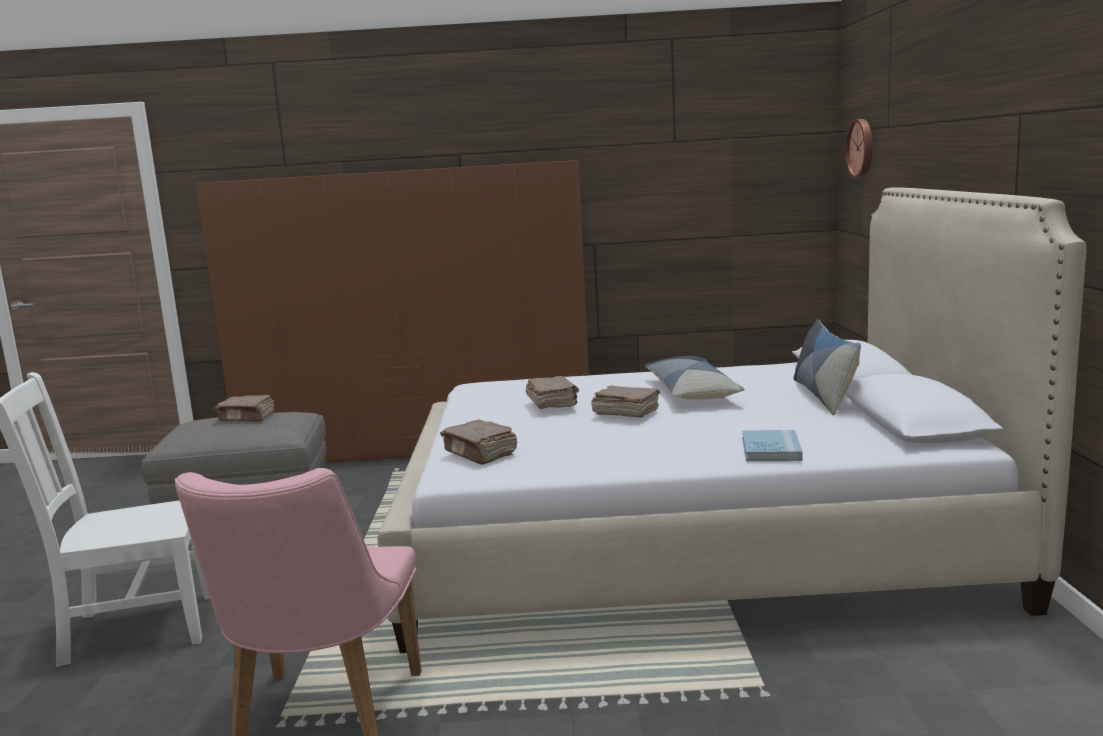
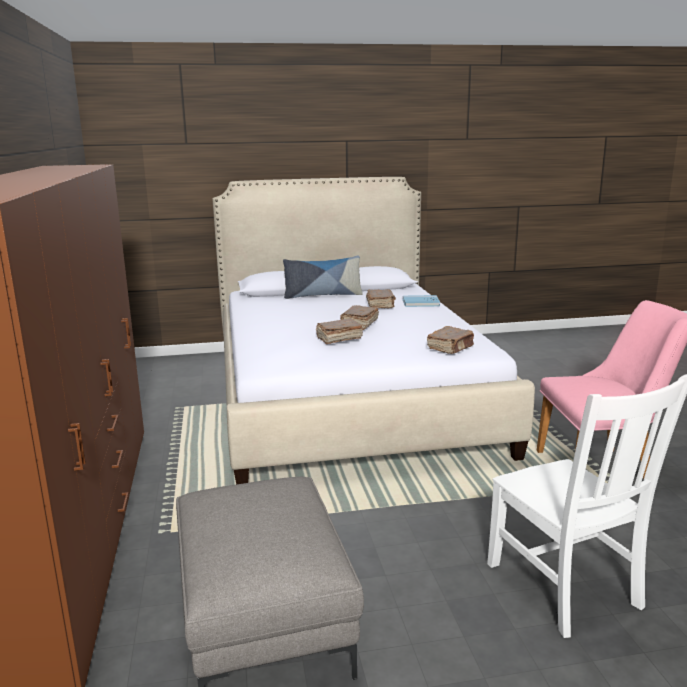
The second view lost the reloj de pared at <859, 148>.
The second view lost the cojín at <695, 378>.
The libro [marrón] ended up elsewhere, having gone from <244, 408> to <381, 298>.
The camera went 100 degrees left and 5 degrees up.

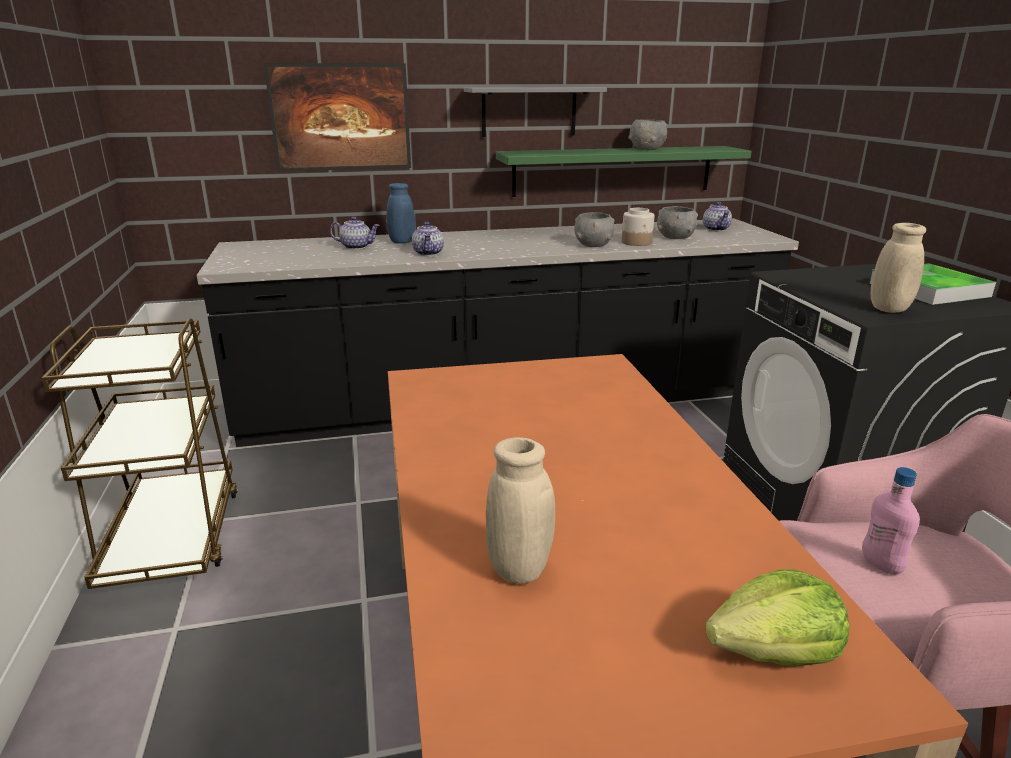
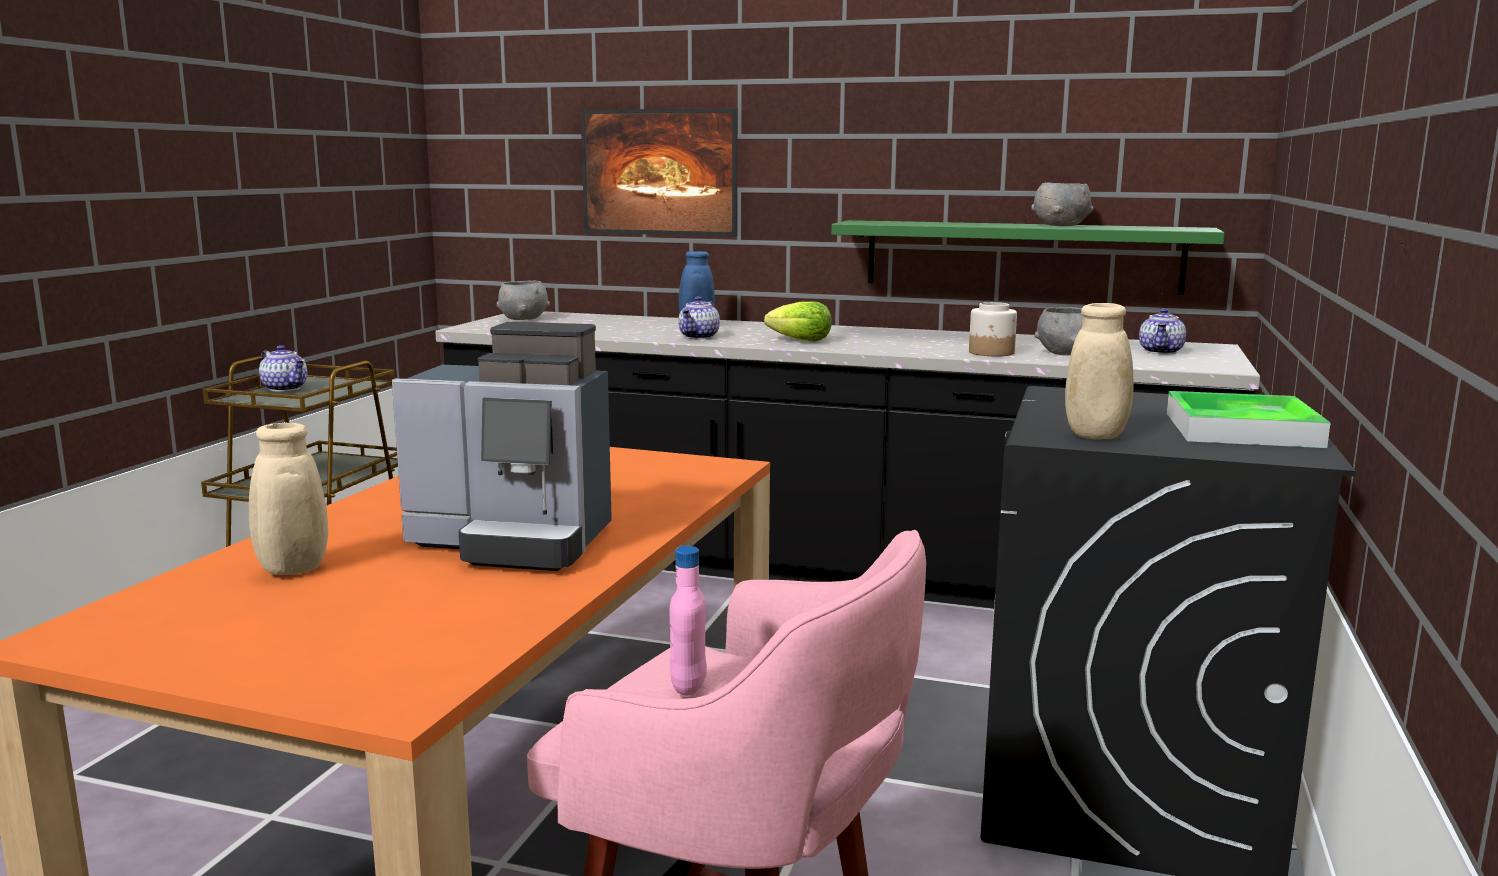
The second view lost the estante [gris] at <535, 112>.
The cuenco [gris] ended up elsewhere, having gone from <594, 229> to <523, 300>.
The tetera ended up elsewhere, having gone from <355, 233> to <283, 368>.
The lechuga ended up elsewhere, having gone from <777, 618> to <797, 321>.
The second view gained the cafetera at <502, 446>.
The camera went 30 degrees right and 10 degrees down.

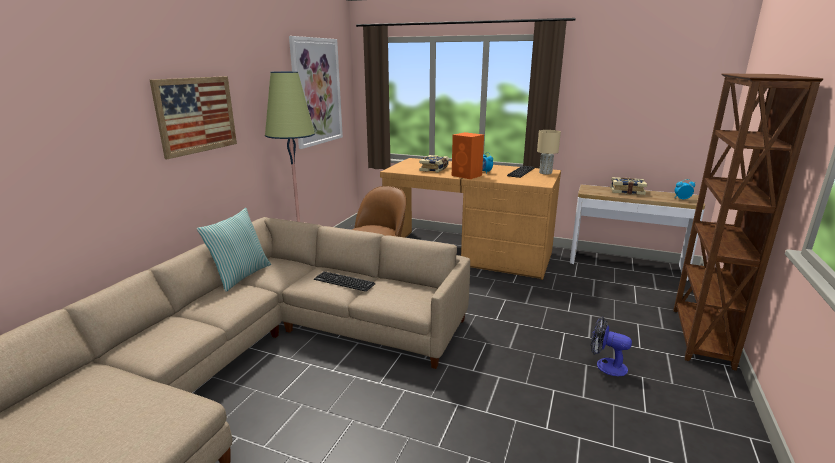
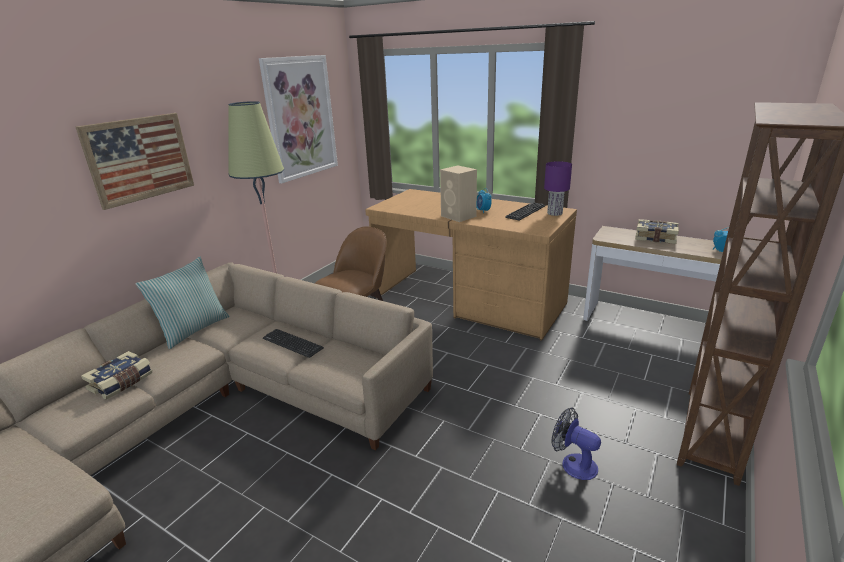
What was the lámpara de mesa [beis] at <549, 152> turned into the lámpara de mesa [morado] at <558, 188>.
What was the altavoz [naranja] at <468, 155> turned into the altavoz [beis] at <458, 193>.
The libro ended up elsewhere, having gone from <434, 163> to <116, 375>.
The camera went 10 degrees right and 5 degrees up.

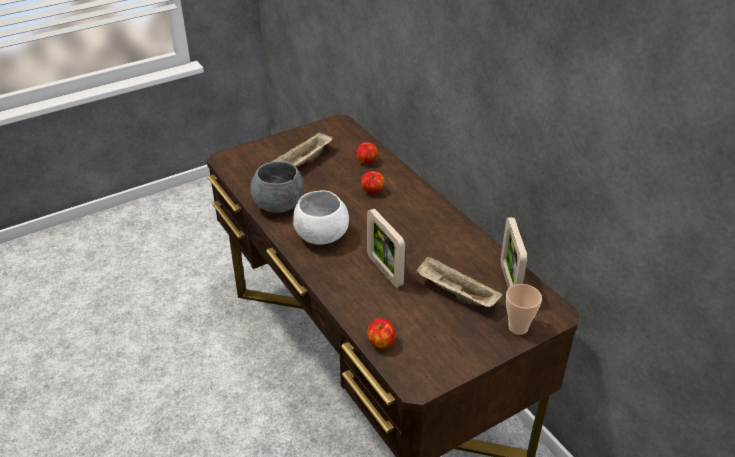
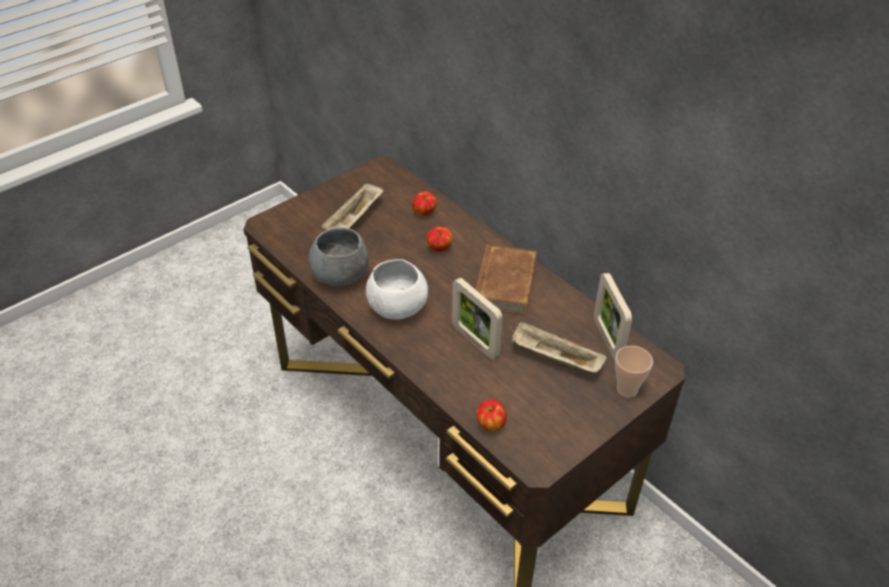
The second view gained the libro [marrón] at <506, 279>.
The camera went 10 degrees left and 5 degrees up.

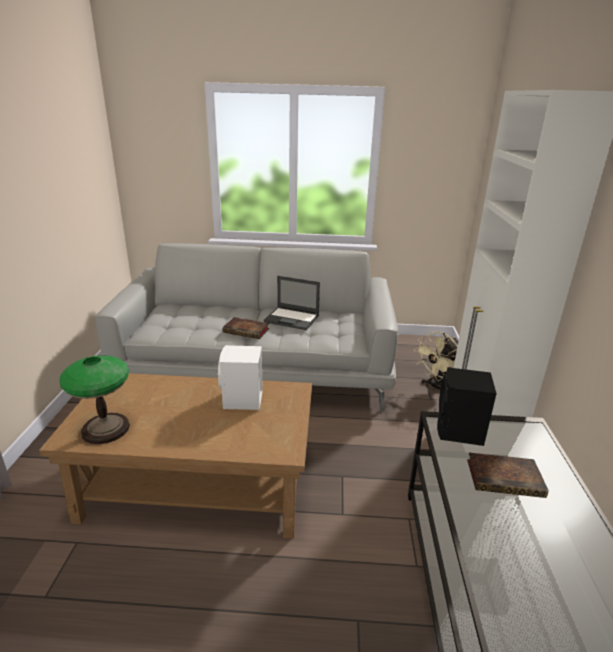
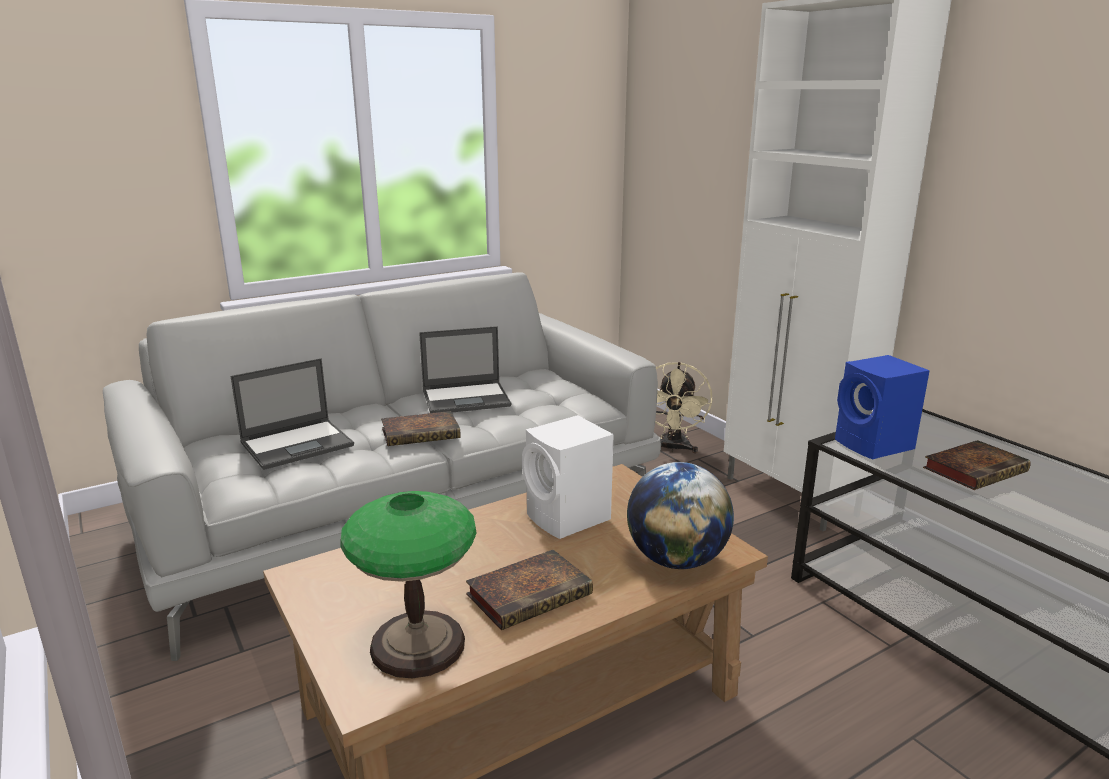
What was the altavoz [negro] at <467, 406> turned into the altavoz [azul] at <882, 407>.
The second view gained the portátil at <292, 414>.
The second view gained the globo terráqueo at <680, 515>.
The second view gained the libro at <529, 590>.
The camera went 35 degrees left and 5 degrees down.

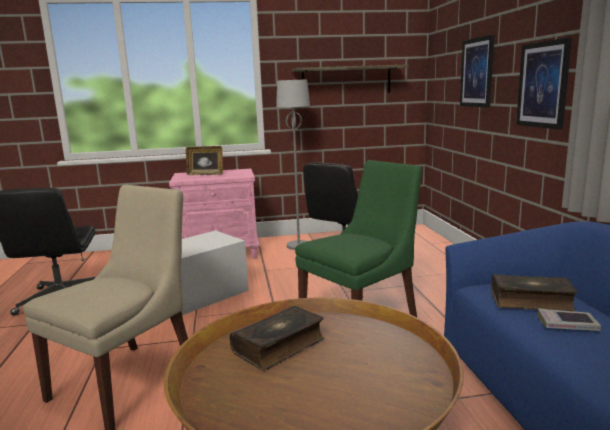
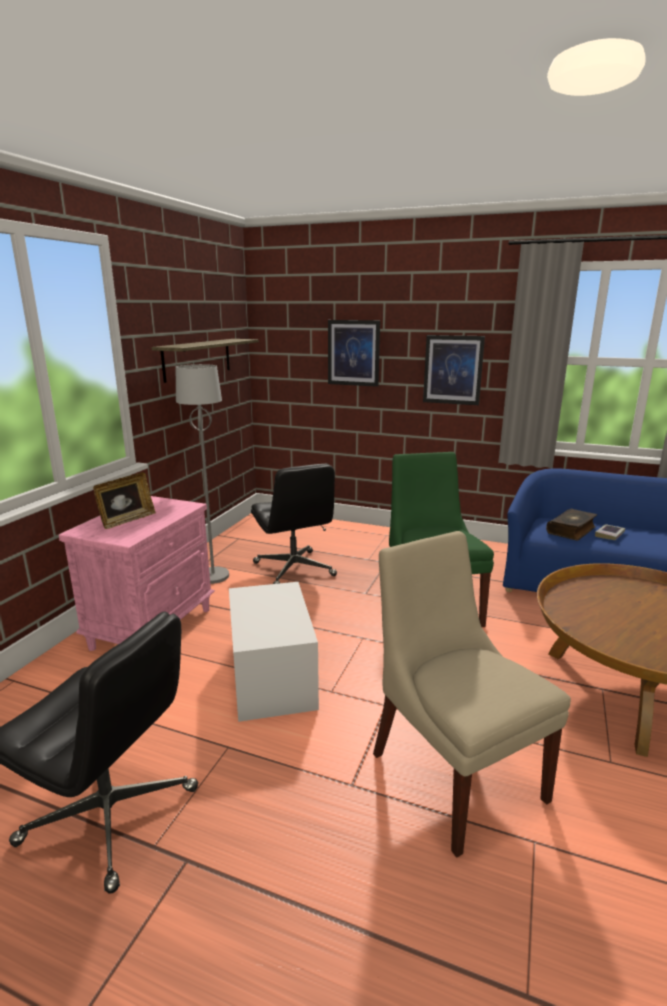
The second view lost the libro at <277, 338>.
The camera went 60 degrees left and 5 degrees up.

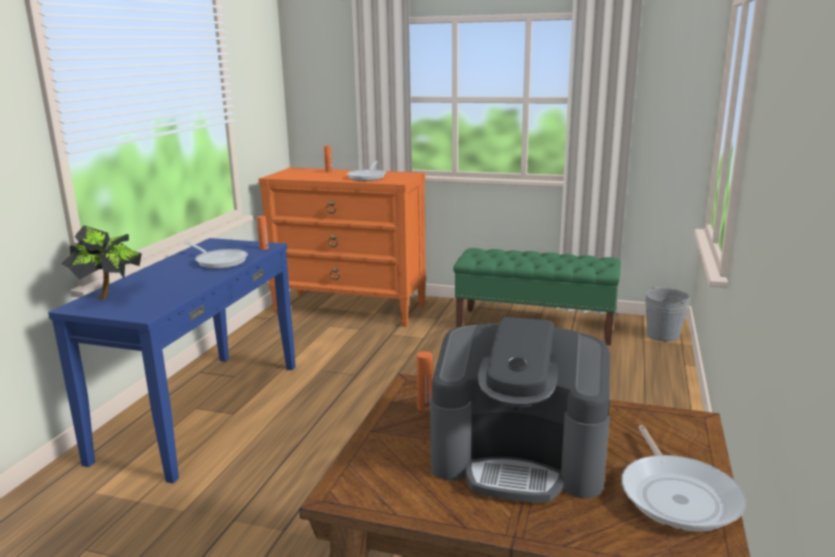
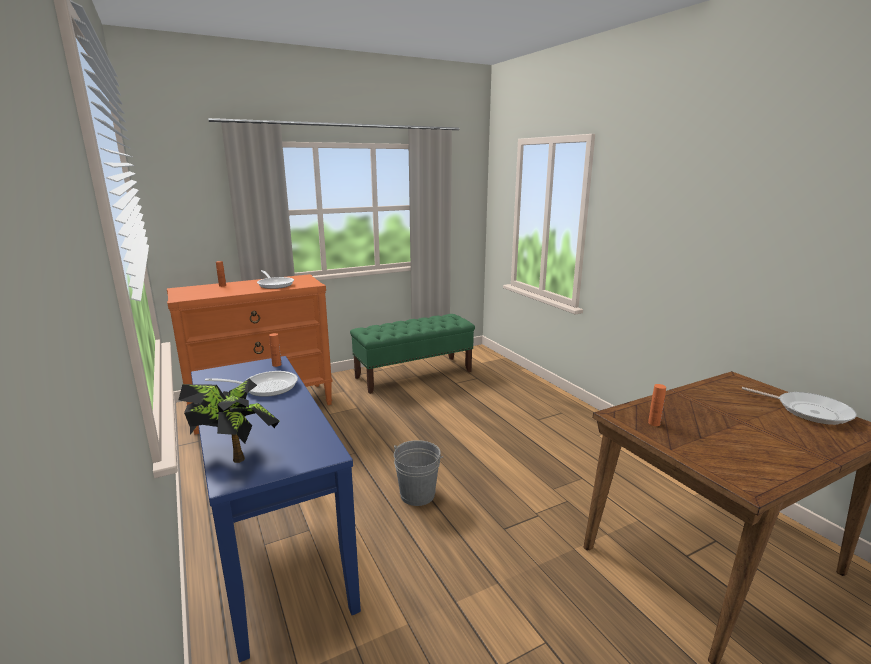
The cubo [gris] ended up elsewhere, having gone from <667, 314> to <418, 473>.
The second view lost the cafetera at <520, 410>.
The camera went 45 degrees left and 0 degrees up.

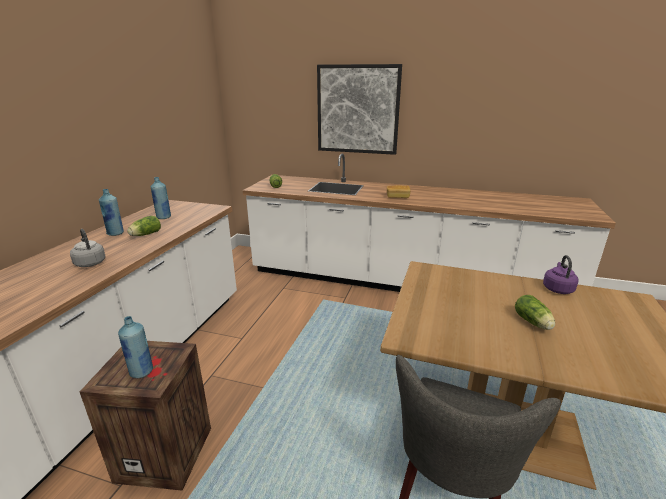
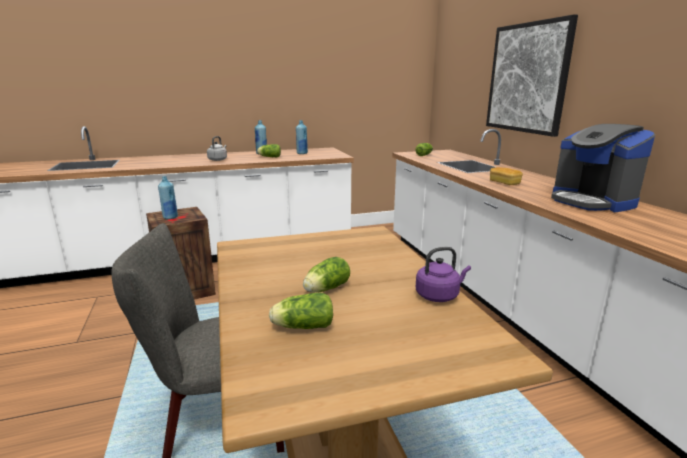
The second view gained the cafetera at <603, 168>.
The second view gained the lechuga at <301, 311>.
The camera went 55 degrees right and 5 degrees down.

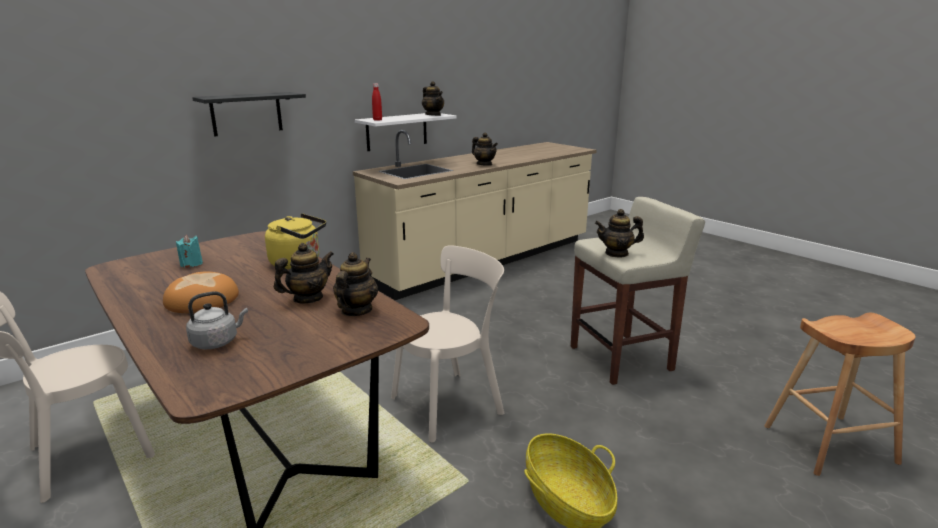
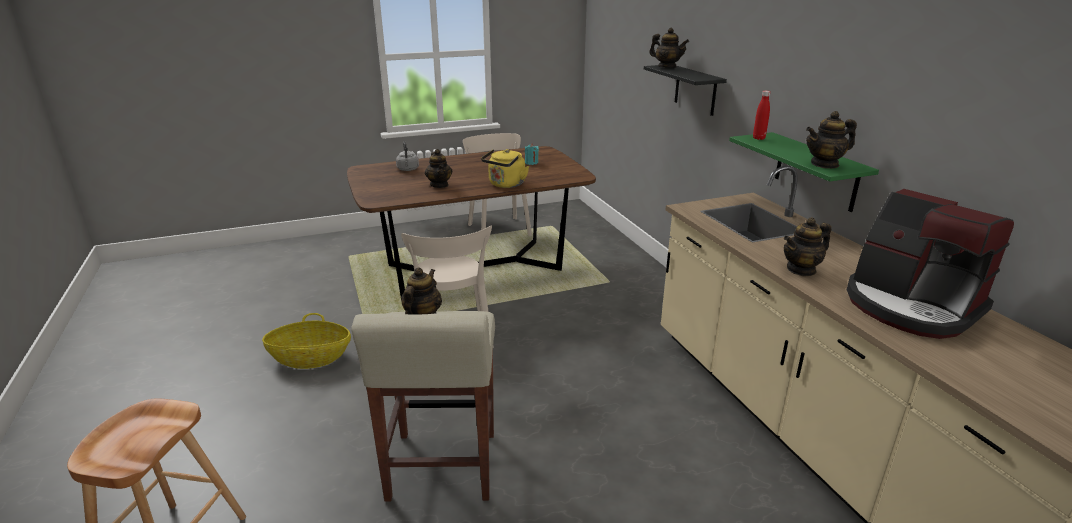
What was the estante [blanco] at <406, 132> turned into the estante [verde] at <804, 172>.
The tetera ended up elsewhere, having gone from <355, 284> to <669, 48>.
The second view lost the pan at <201, 292>.
The second view gained the cafetera at <930, 264>.
The camera went 110 degrees right and 5 degrees up.

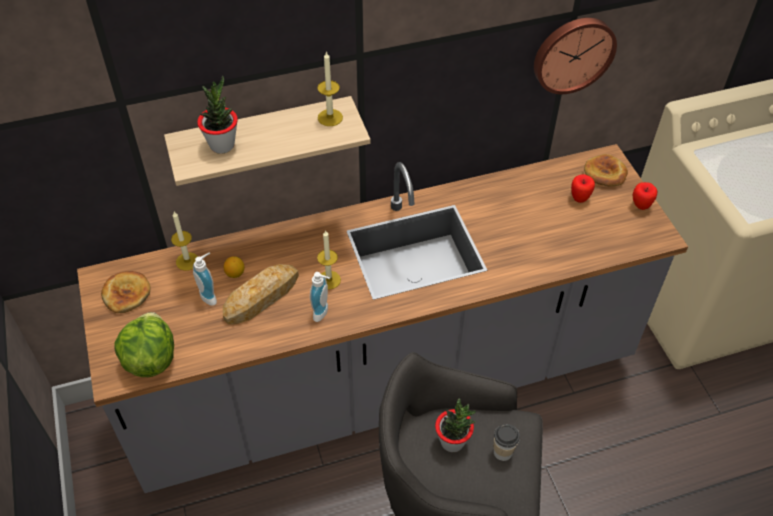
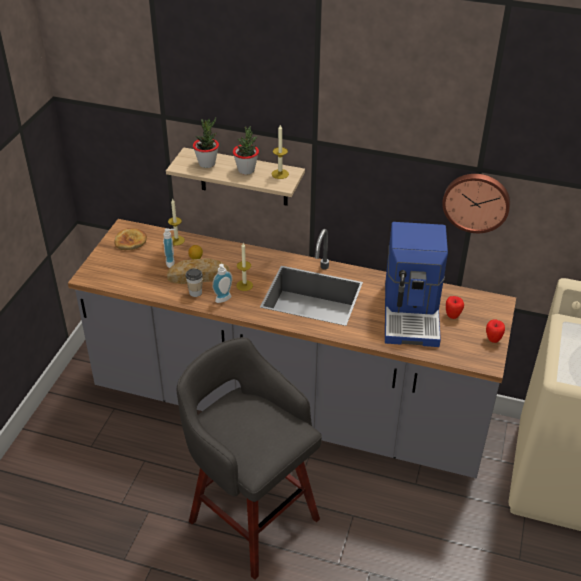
The second view lost the pan at <606, 170>.
The second view lost the lechuga at <144, 344>.
The planta en maceta ended up elsewhere, having gone from <455, 425> to <246, 150>.
The taza ended up elsewhere, having gone from <507, 442> to <194, 282>.
The second view gained the cafetera at <416, 284>.
The camera went 35 degrees right and 10 degrees down.

